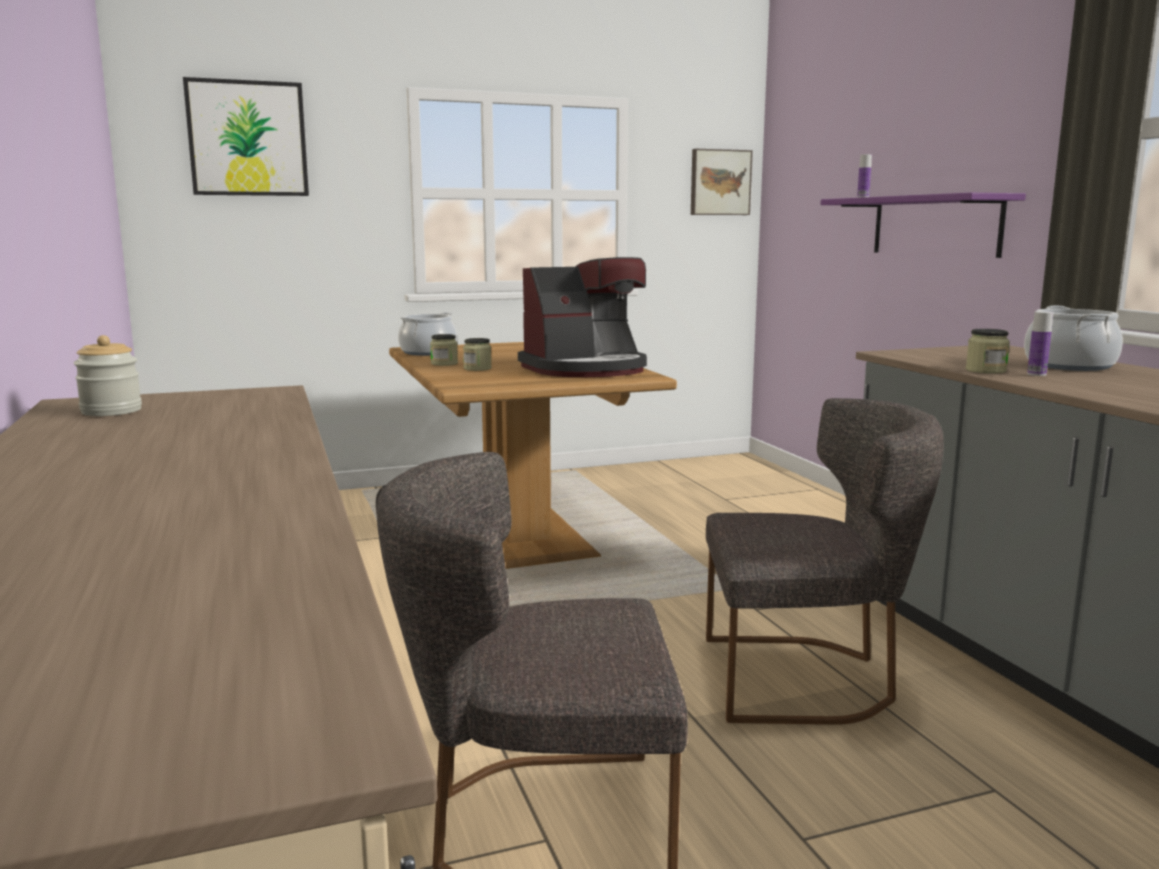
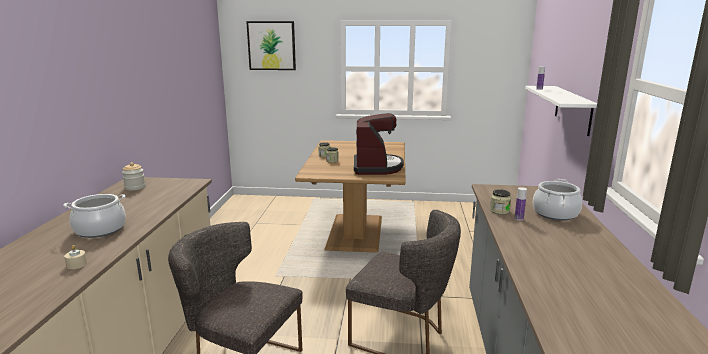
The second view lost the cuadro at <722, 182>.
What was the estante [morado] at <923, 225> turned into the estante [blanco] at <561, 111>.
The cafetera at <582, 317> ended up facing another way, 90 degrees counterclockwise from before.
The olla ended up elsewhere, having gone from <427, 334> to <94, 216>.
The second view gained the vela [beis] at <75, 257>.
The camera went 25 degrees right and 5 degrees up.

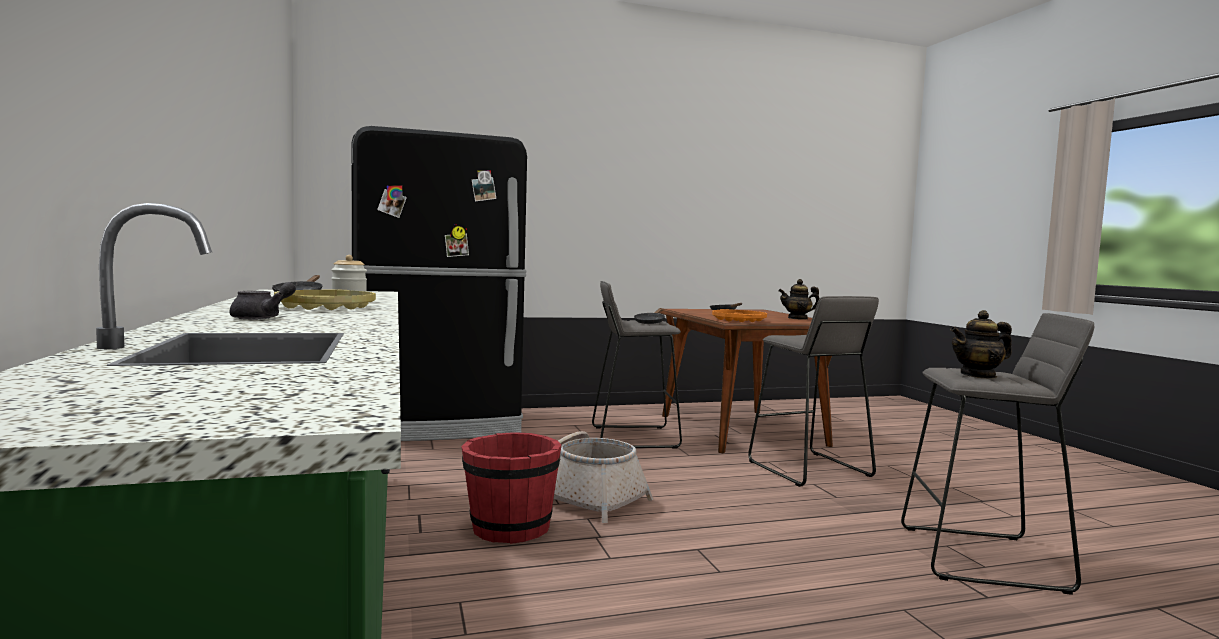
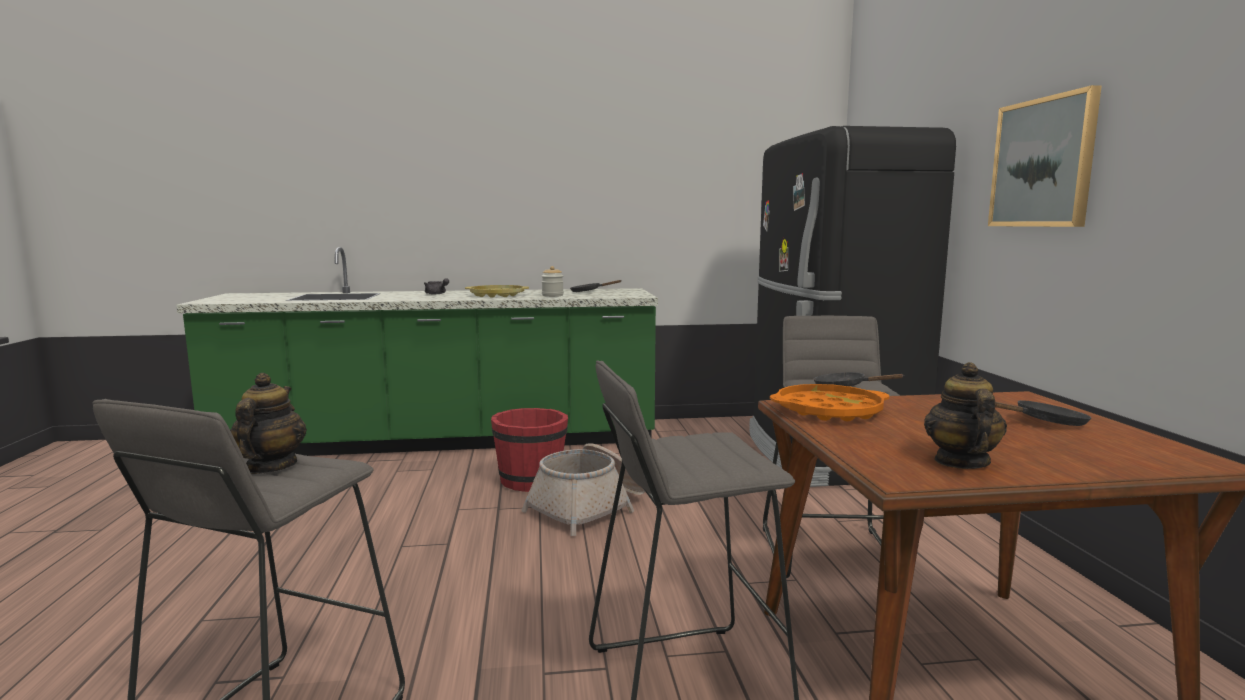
The second view gained the cuadro at <1045, 156>.
The camera went 100 degrees right and 5 degrees up.

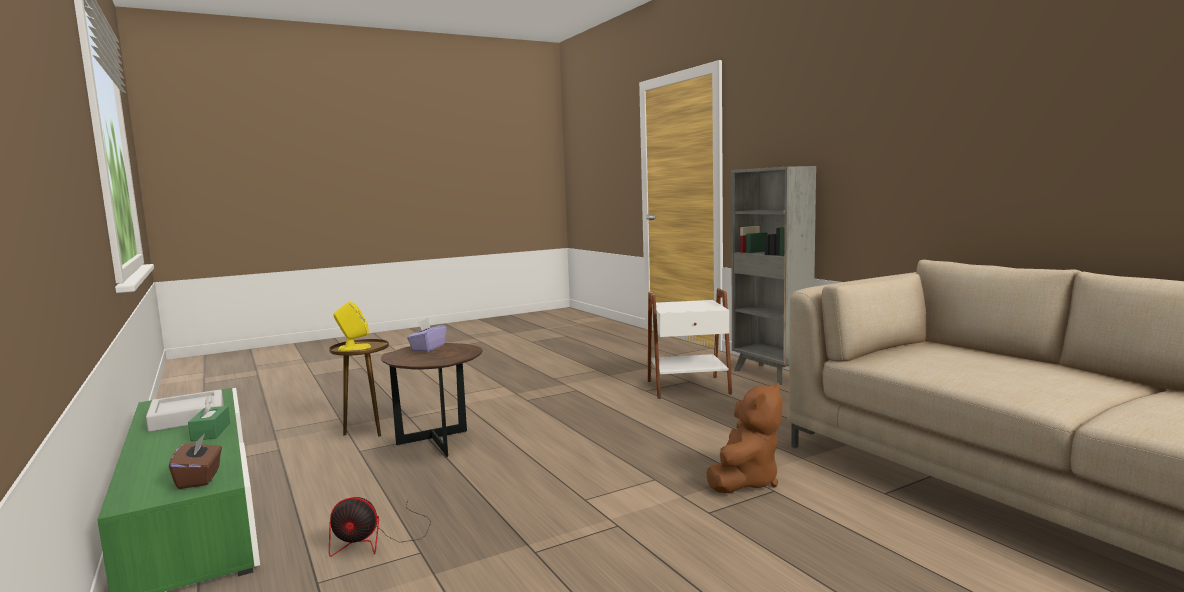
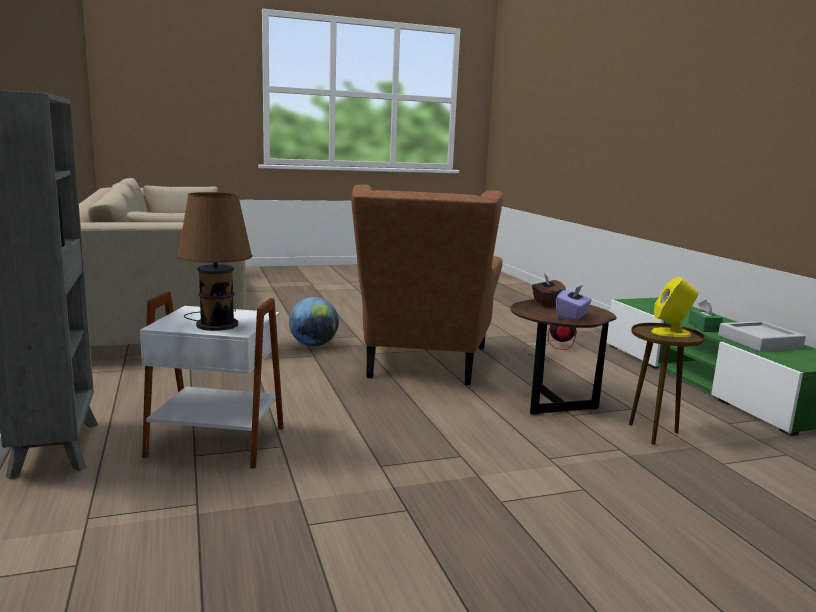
Where the peluche [marrón] stood at <744, 438>, the globo terráqueo came to stand at <314, 321>.
The caja de pañuelos [marrón] ended up elsewhere, having gone from <195, 461> to <549, 290>.
The second view gained the sillón [marrón] at <427, 285>.
The second view gained the lámpara de mesa [marrón] at <215, 261>.
The camera went 170 degrees left and 5 degrees up.

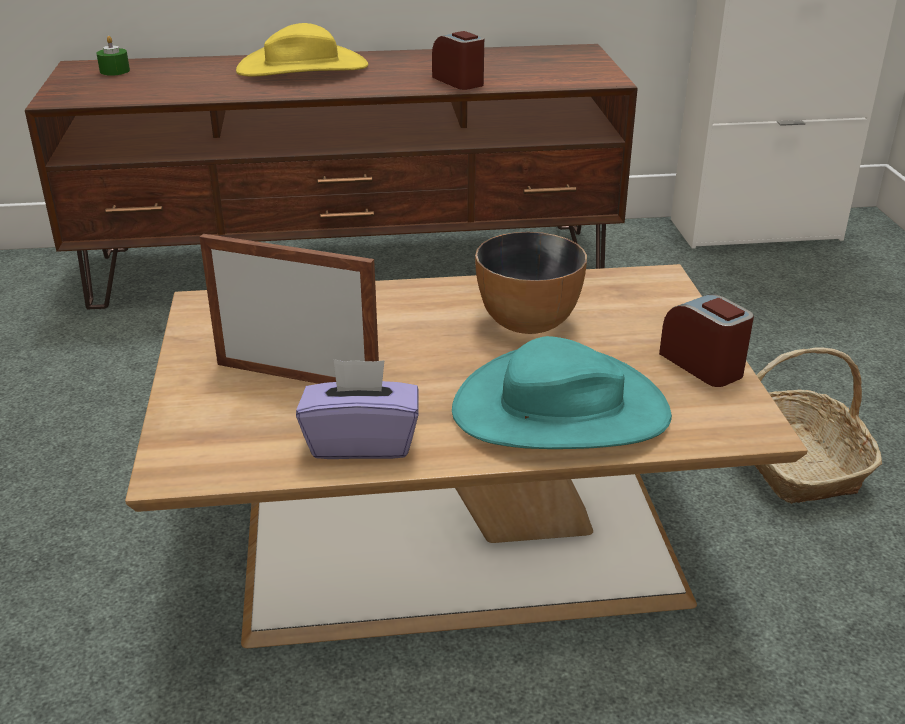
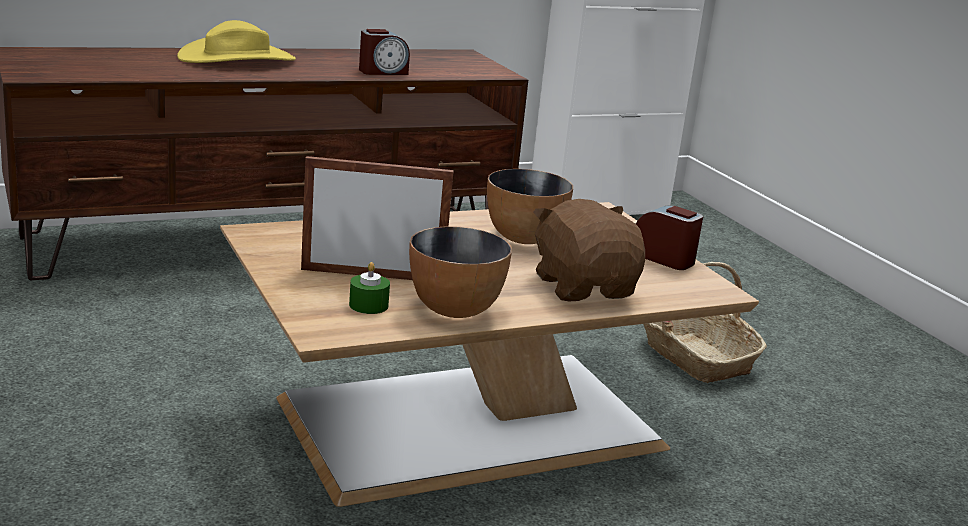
The despertador at <458, 60> ended up facing another way, 120 degrees clockwise from before.
The vela [verde] ended up elsewhere, having gone from <113, 56> to <369, 288>.
Where the sombrero [turquesa] stood at <562, 392>, the peluche [marrón] came to stand at <589, 250>.
Where the caja de pañuelos [morado] stood at <357, 409>, the cuenco came to stand at <460, 272>.
The camera went 20 degrees left and 10 degrees down.

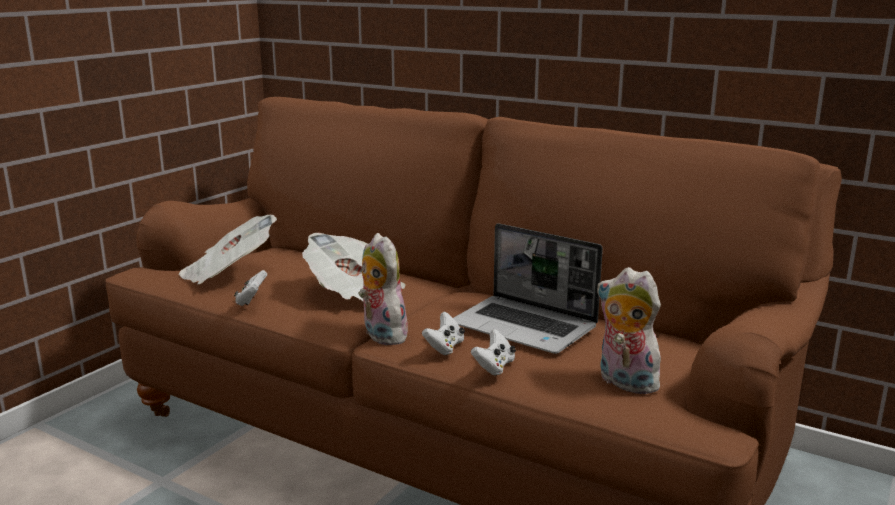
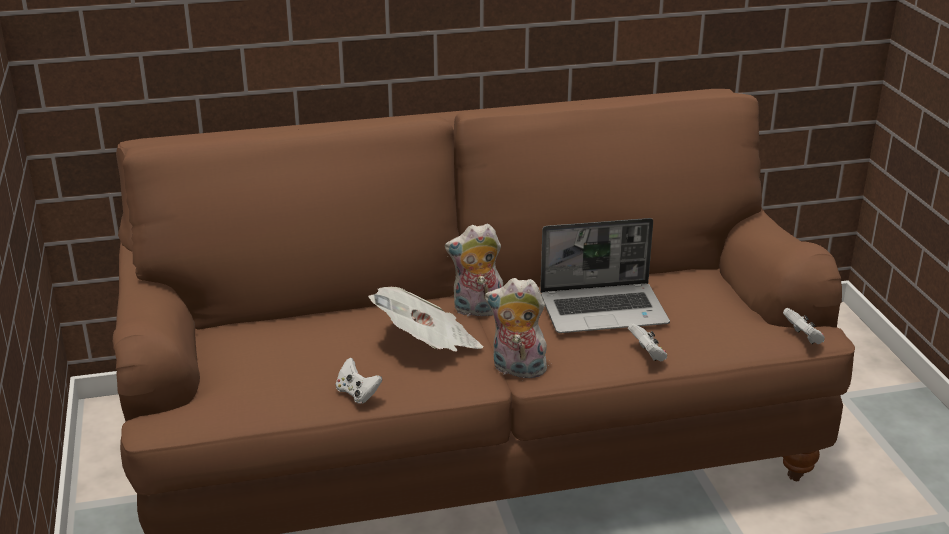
The second view lost the periódico at <228, 249>.
The peluche ended up elsewhere, having gone from <631, 330> to <474, 270>.
The mando de consola [blanco] ended up elsewhere, having gone from <443, 333> to <804, 326>.
The camera went 45 degrees left and 10 degrees up.

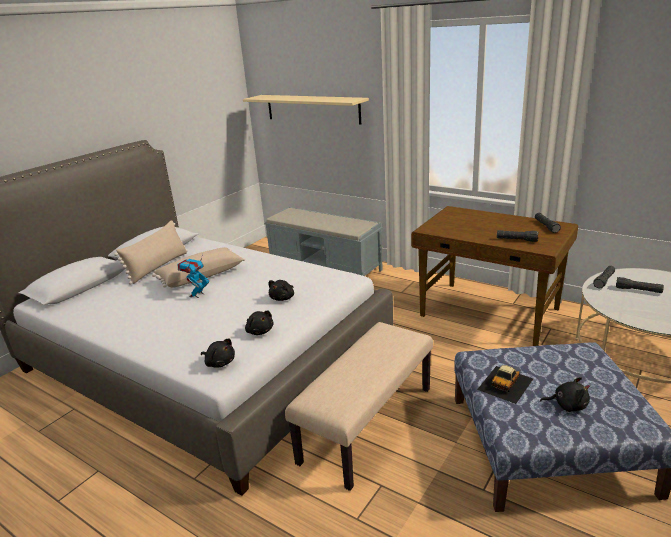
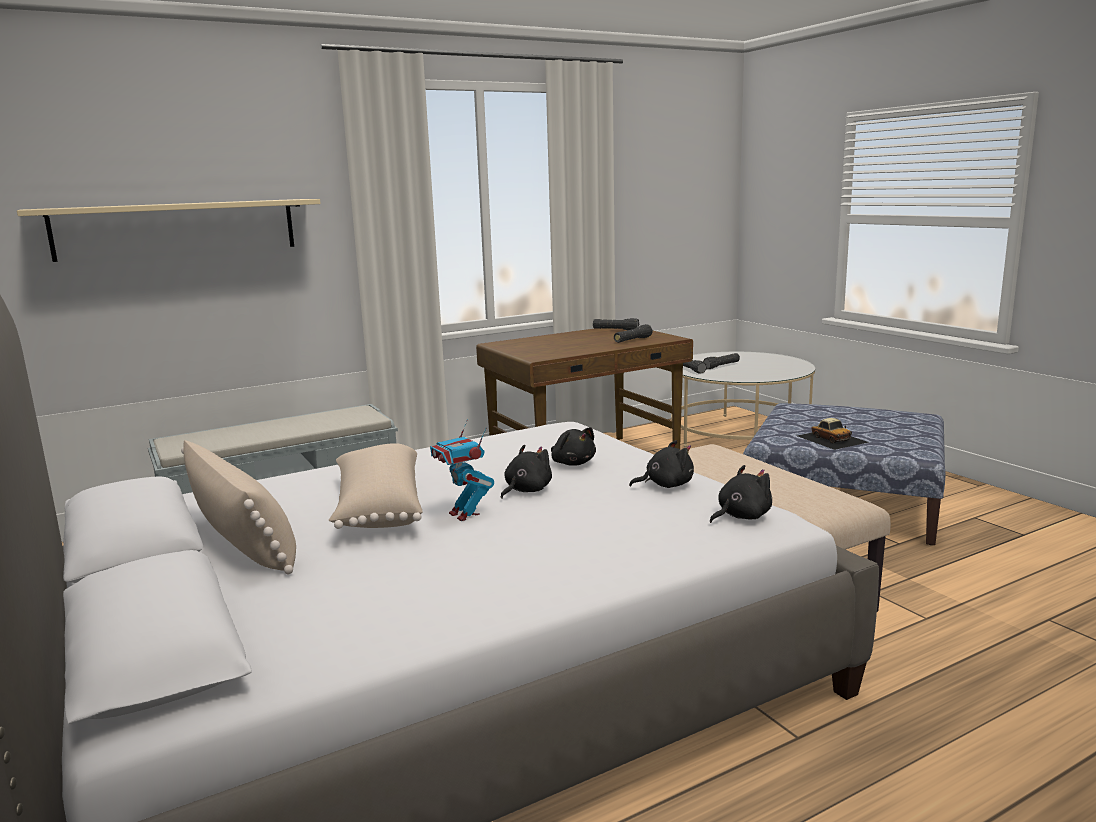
The peluche [negro] ended up elsewhere, having gone from <565, 394> to <526, 472>.
The camera went 65 degrees left and 10 degrees down.

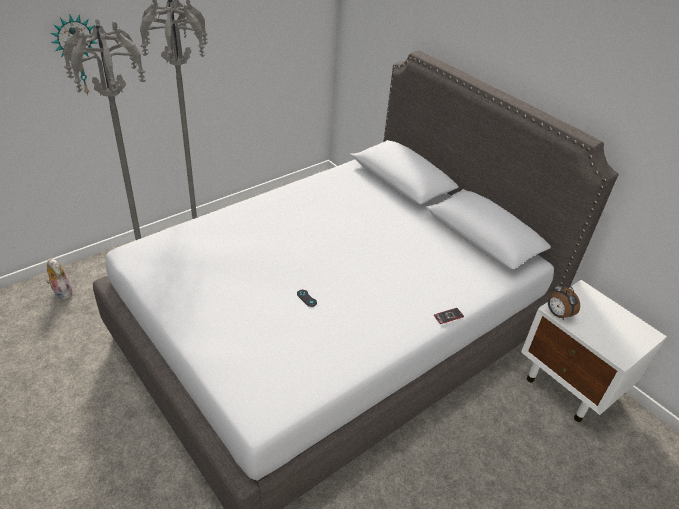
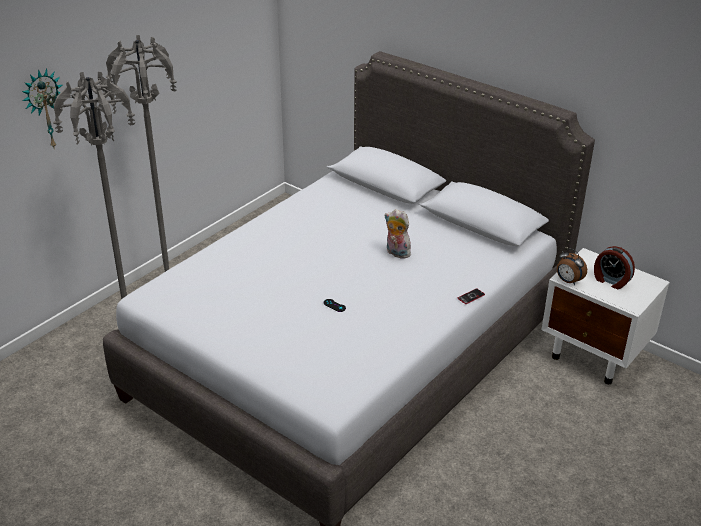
The peluche ended up elsewhere, having gone from <59, 278> to <397, 234>.
The second view gained the despertador at <614, 267>.
The camera went 10 degrees left and 5 degrees down.

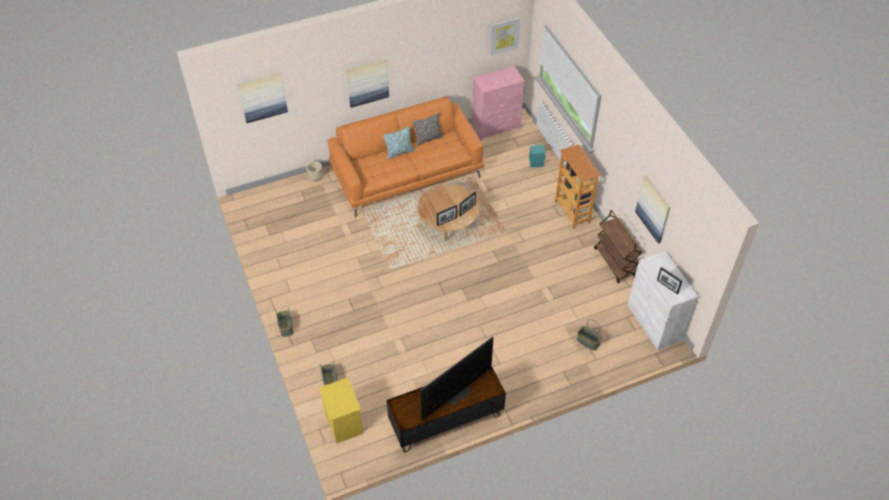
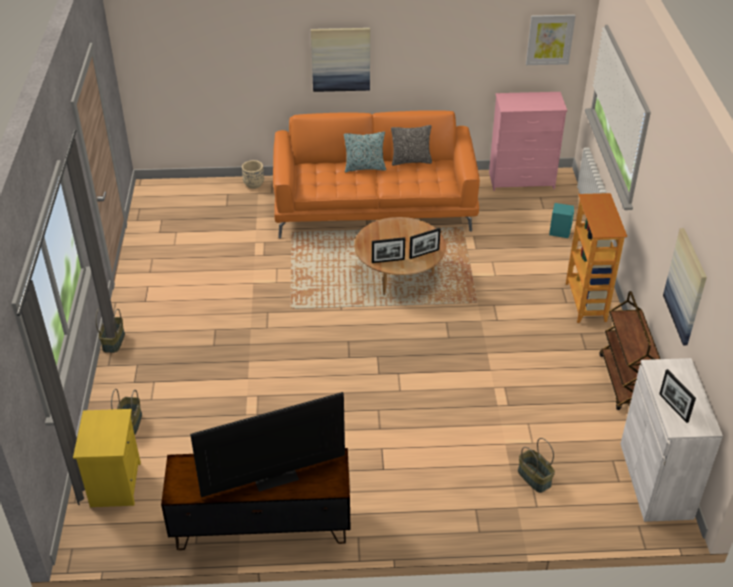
The second view lost the cuadro at <263, 97>.
The camera went 20 degrees right and 10 degrees down.

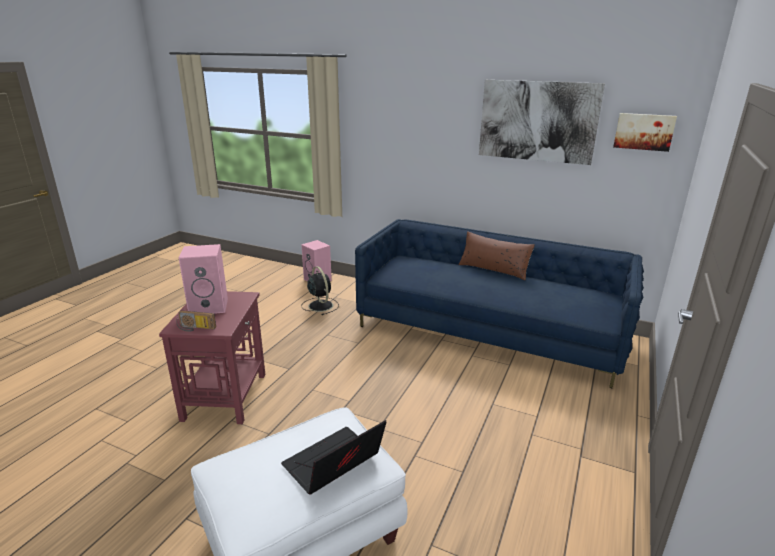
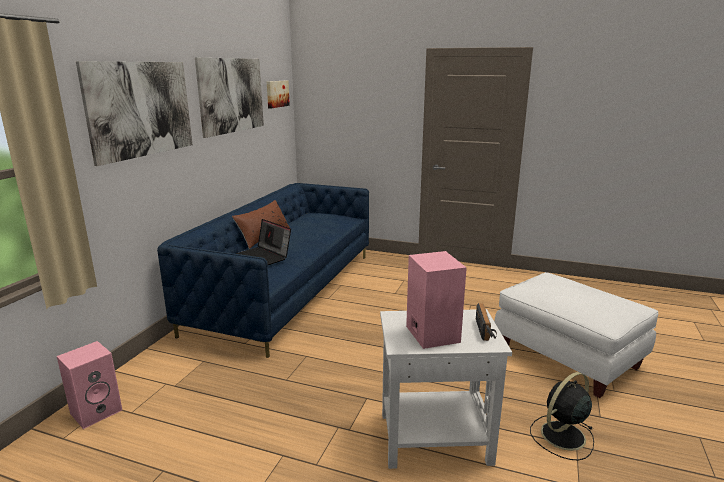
The ventilador [negro] ended up elsewhere, having gone from <320, 290> to <562, 416>.
What was the mesa auxiliar [rojo] at <212, 357> turned into the mesa auxiliar [blanco] at <446, 389>.
The portátil ended up elsewhere, having gone from <333, 457> to <263, 242>.
The second view gained the cuadro at <134, 113>.
The camera went 95 degrees left and 5 degrees down.

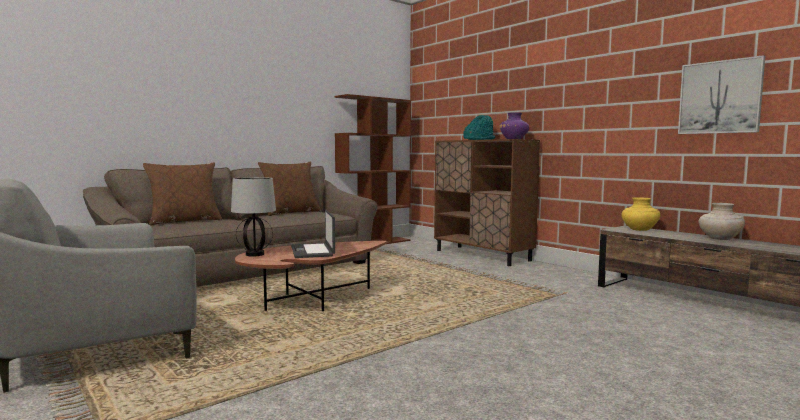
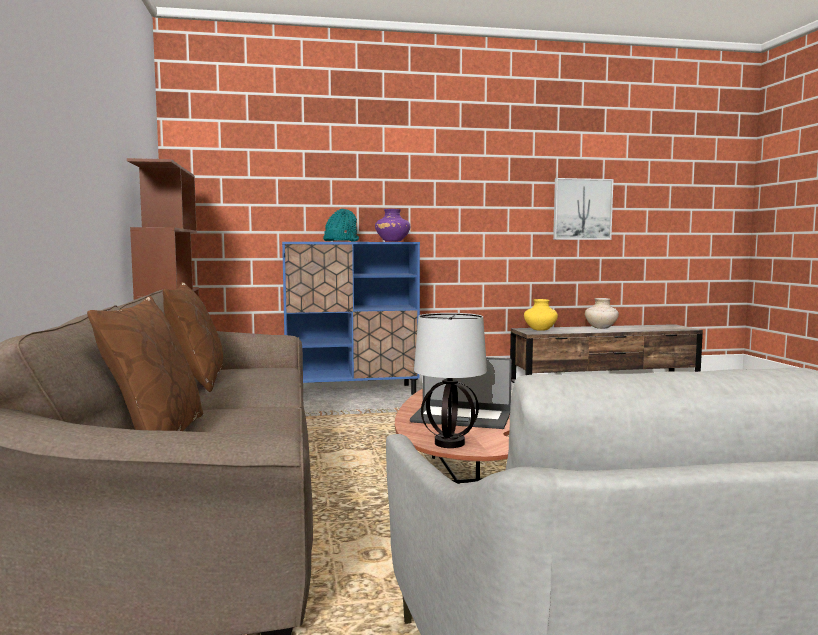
What was the armario [marrón] at <487, 202> turned into the armario [azul] at <351, 318>.
The camera went 60 degrees left and 0 degrees up.

